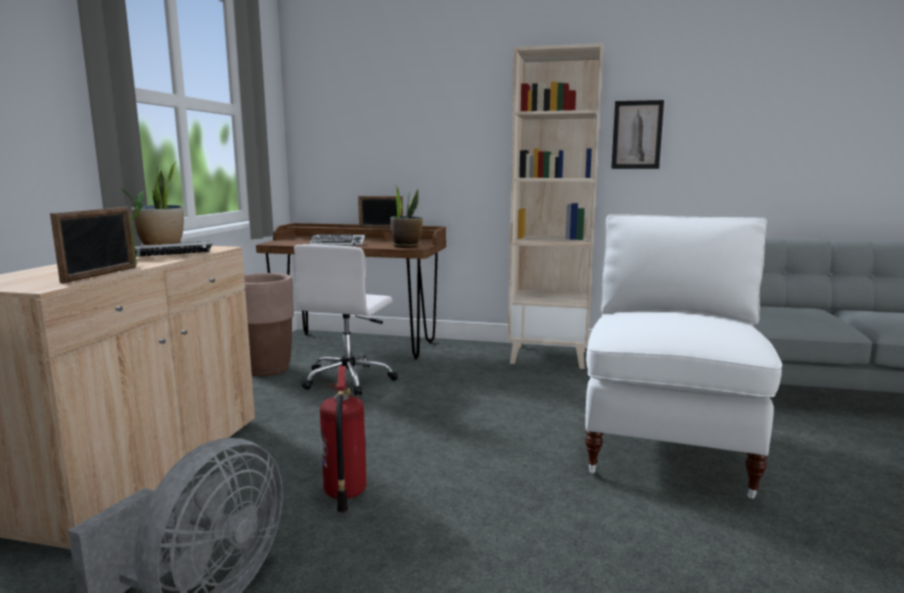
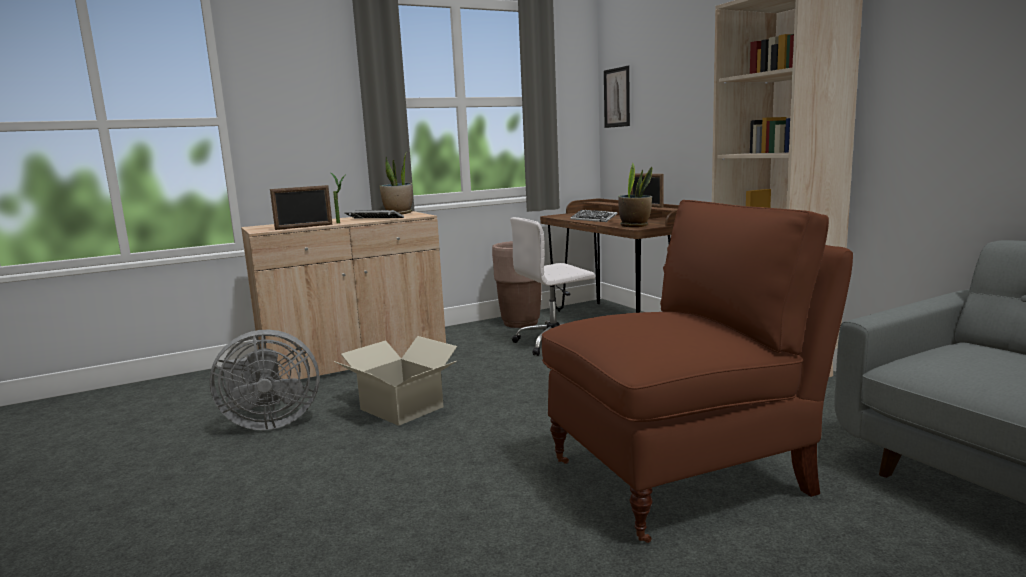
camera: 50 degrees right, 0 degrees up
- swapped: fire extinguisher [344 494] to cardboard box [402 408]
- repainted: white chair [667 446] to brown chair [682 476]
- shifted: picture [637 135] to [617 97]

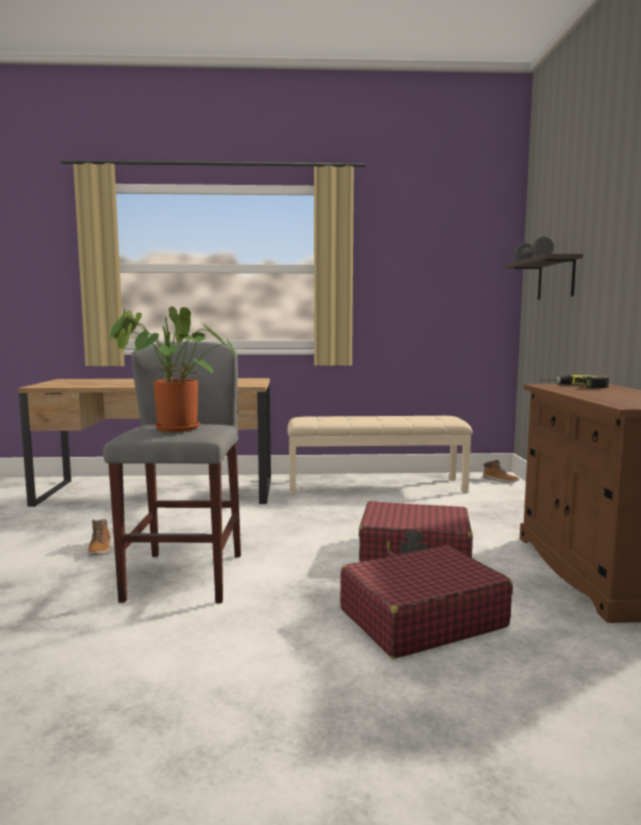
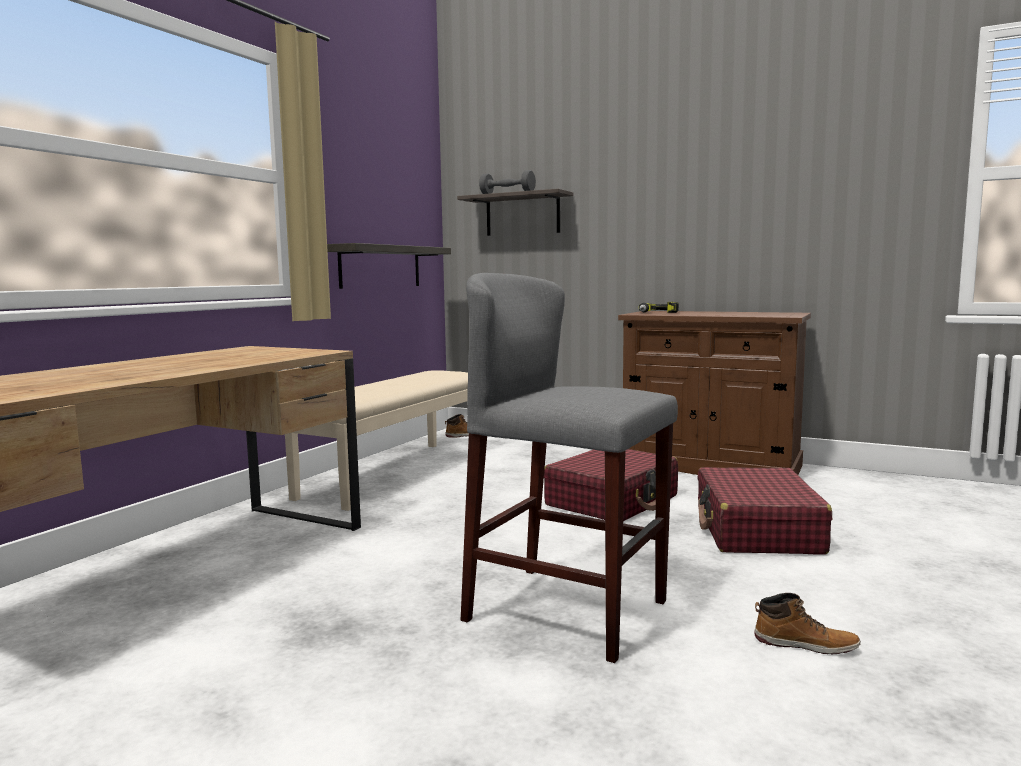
camera: 60 degrees left, 0 degrees up
- shifted: boot [100 549] to [805 644]
- gone: potted plant [172 429]
- new: shelf [380 266]

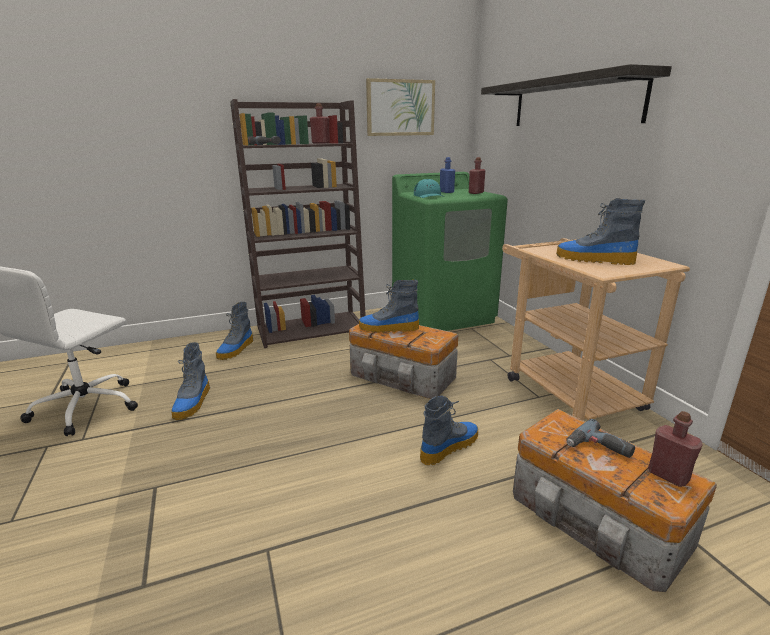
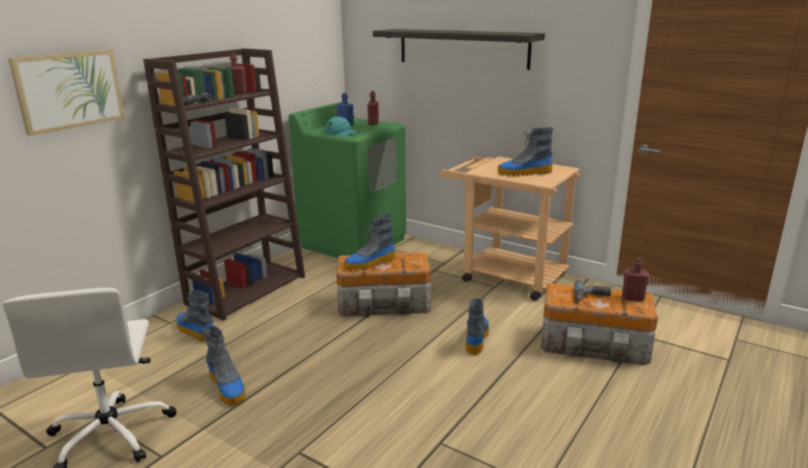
camera: 35 degrees left, 0 degrees up
- rotated: boot [236 349] = [194 331] 150 degrees clockwise
- shifted: picture [400 108] to [69 90]

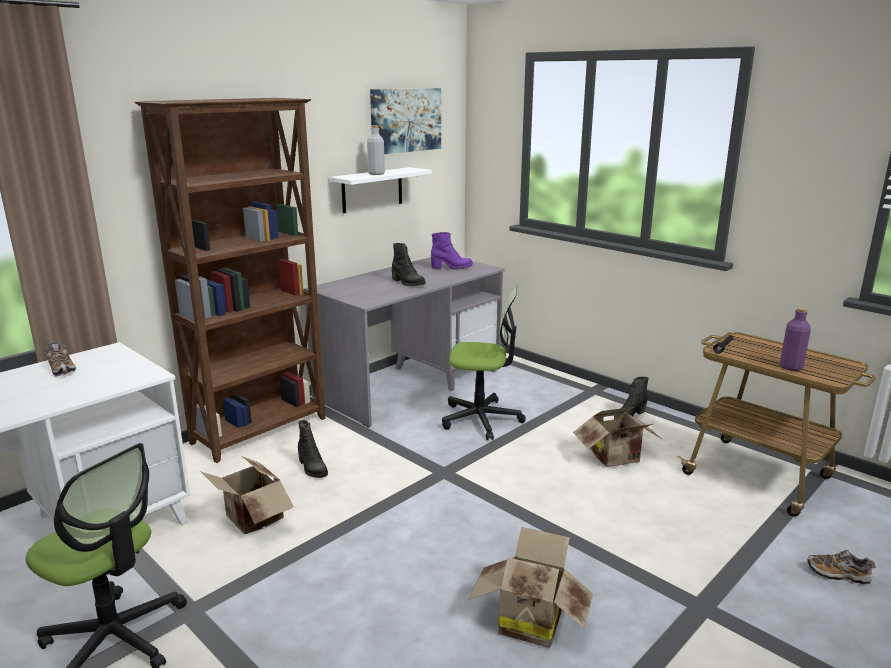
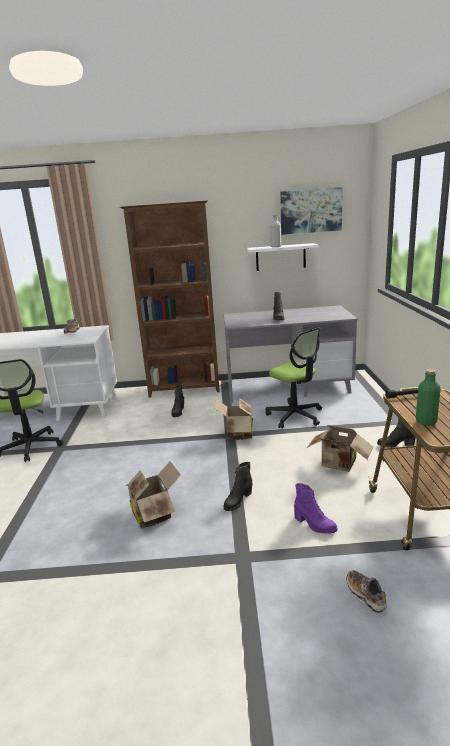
camera: 45 degrees right, 0 degrees up
- shifted: cardboard box [251 521] to [237 434]
- shifted: purple boot [451 268] to [314 525]
- repainted: purple bottle [791 367] to green bottle [426 422]
- new: black boot [238 501]

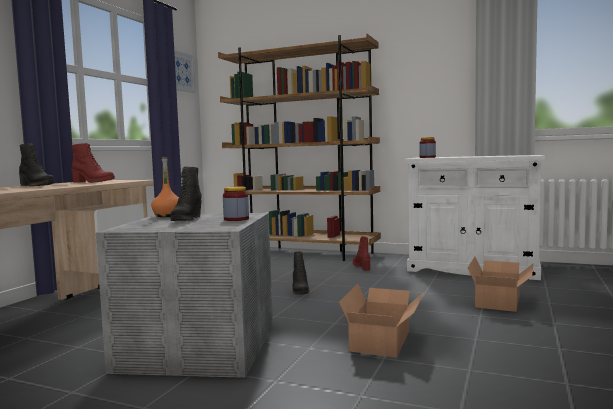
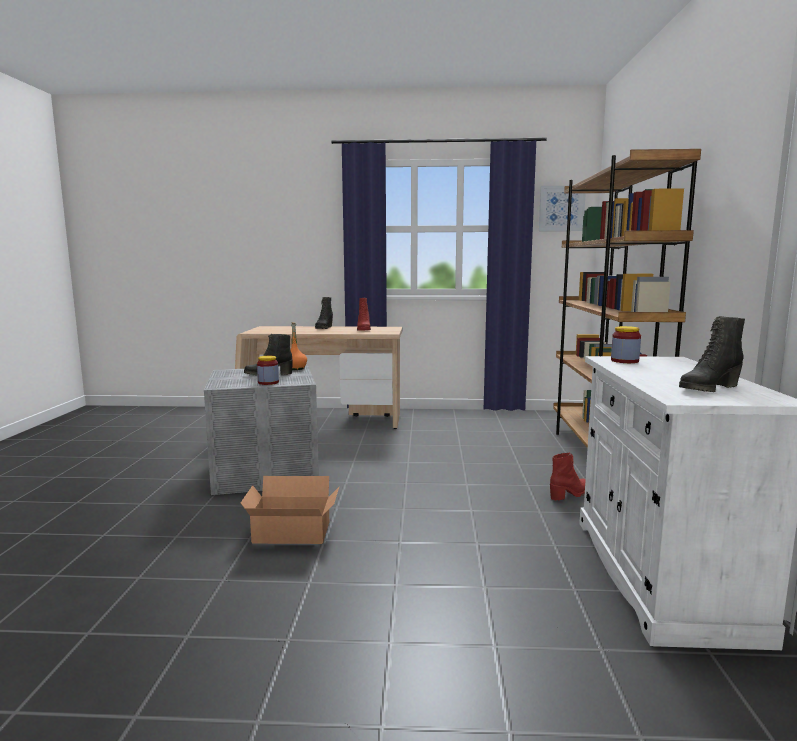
camera: 70 degrees right, 5 degrees up
- shifted: black boot [299 291] to [708 388]
- gone: cardboard box [500 301]

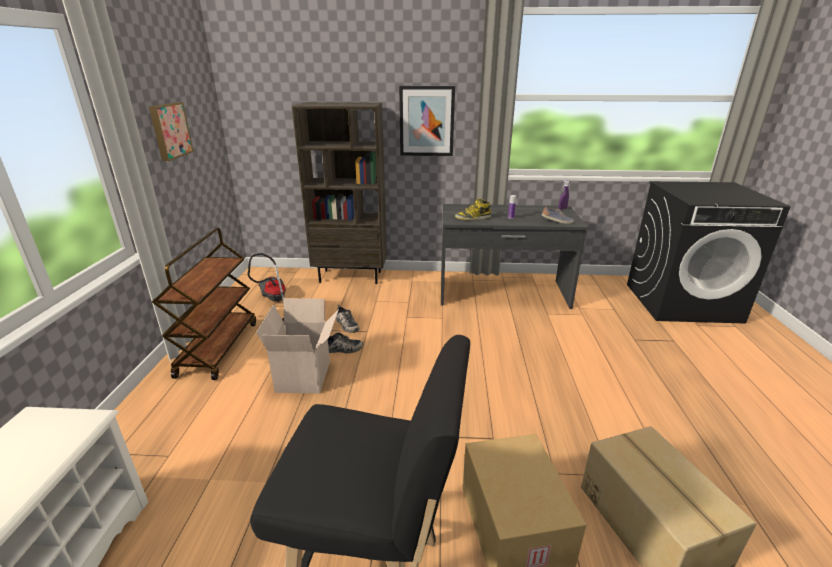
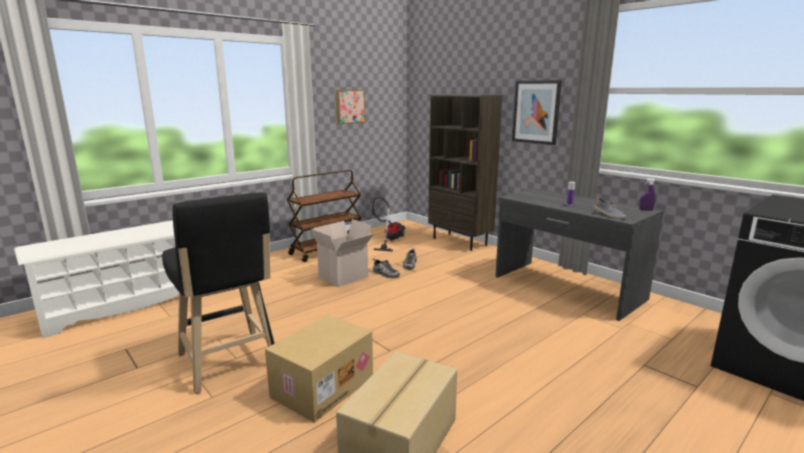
camera: 45 degrees right, 10 degrees down
- gone: boot [473 218]

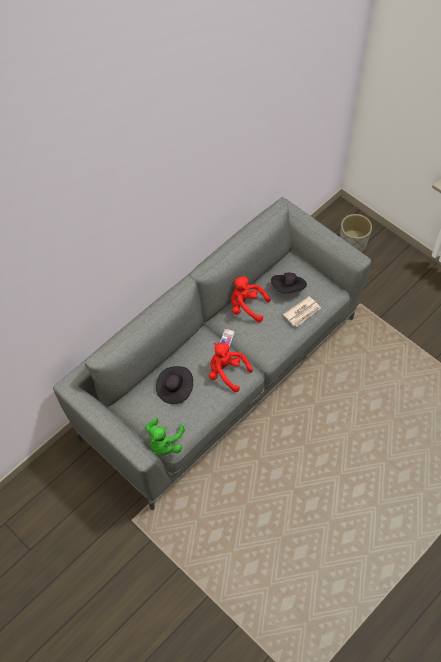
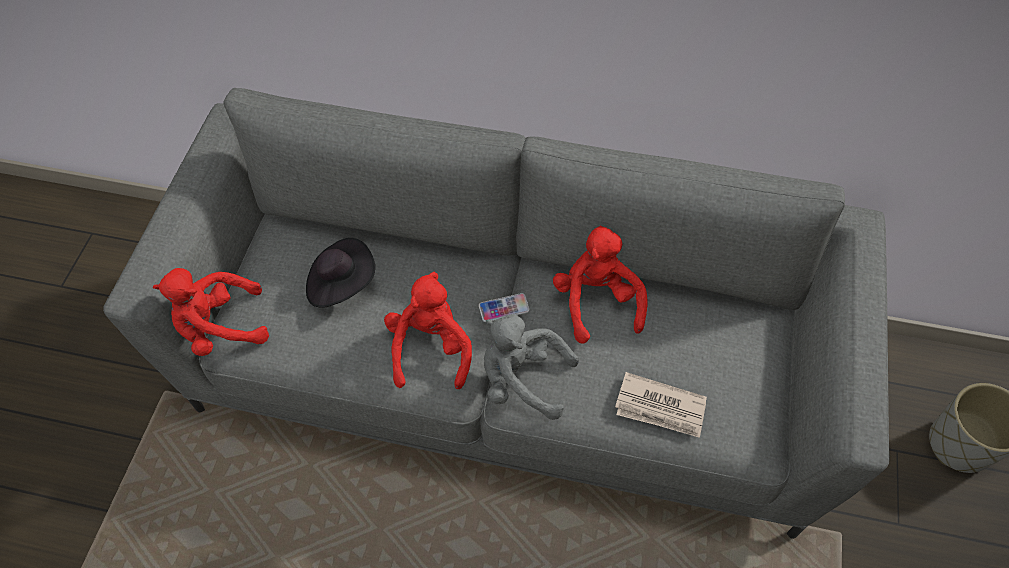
camera: 60 degrees right, 0 degrees up
- repainted: green plush toy [164 444] to red plush toy [220 327]
- gone: black hat [288 288]
- new: grey plush toy [522 379]

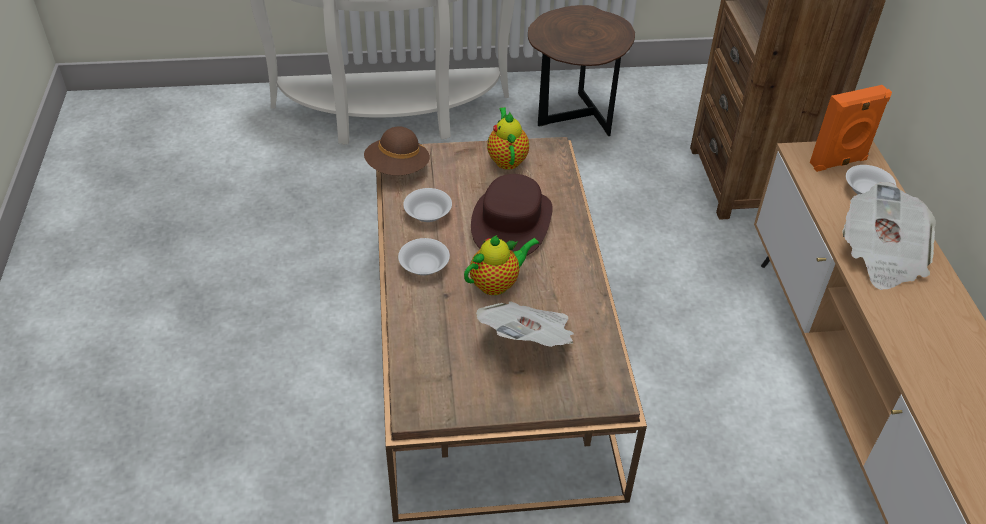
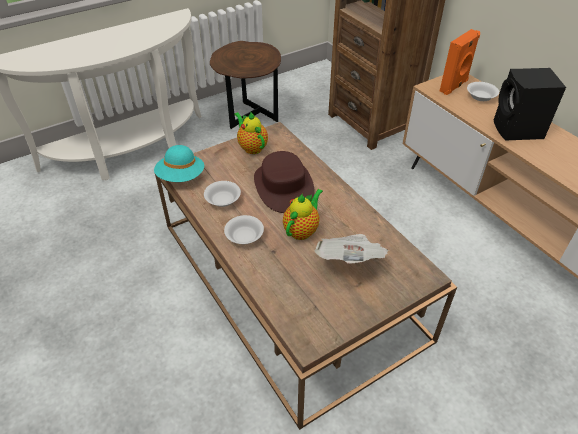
camera: 25 degrees left, 0 degrees up
- repainted: brown hat [397 168] to turquoise hat [181 177]
- swapped: newspaper [881 256] to black speaker [518 130]

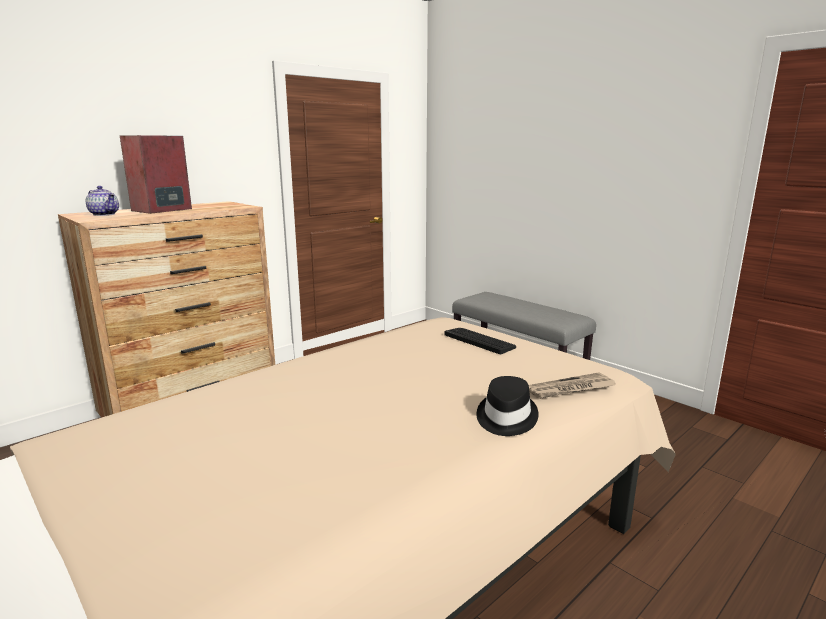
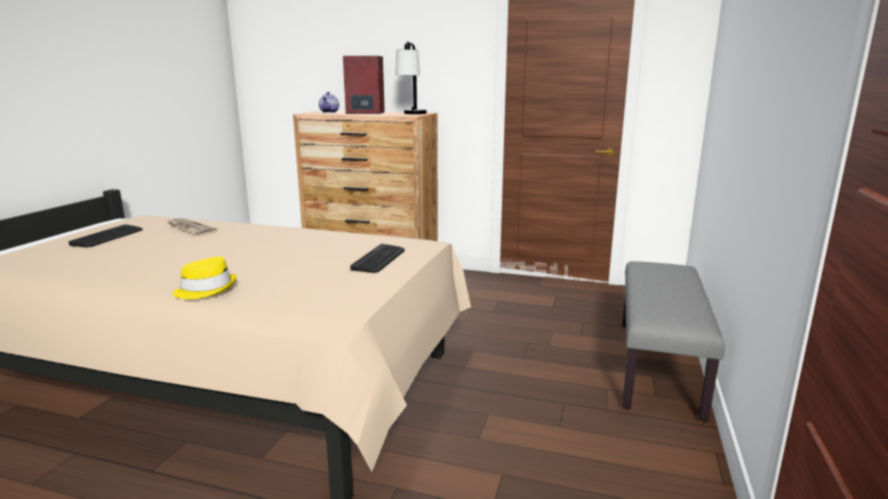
camera: 60 degrees right, 0 degrees up
- repainted: black hat [505 417] to yellow hat [206 289]
- shifted: newspaper [570 389] to [189 228]
- new: keyboard [108 237]
- new: table lamp [412 114]

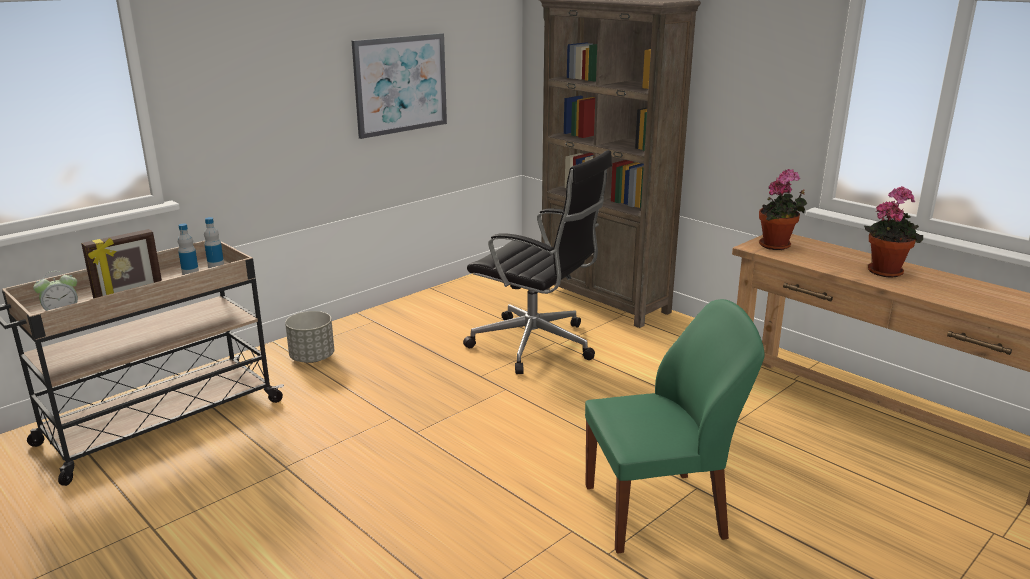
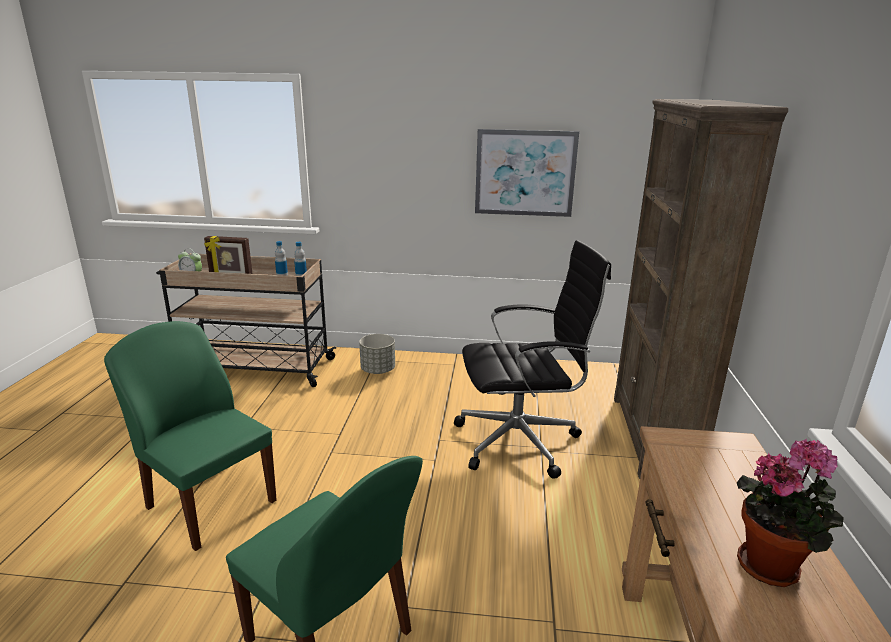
camera: 50 degrees right, 0 degrees up
- rotated: black office chair [536 345] = [521 441] 90 degrees counterclockwise
- gone: potted plant [777 246]
- new: green chair [210 502]

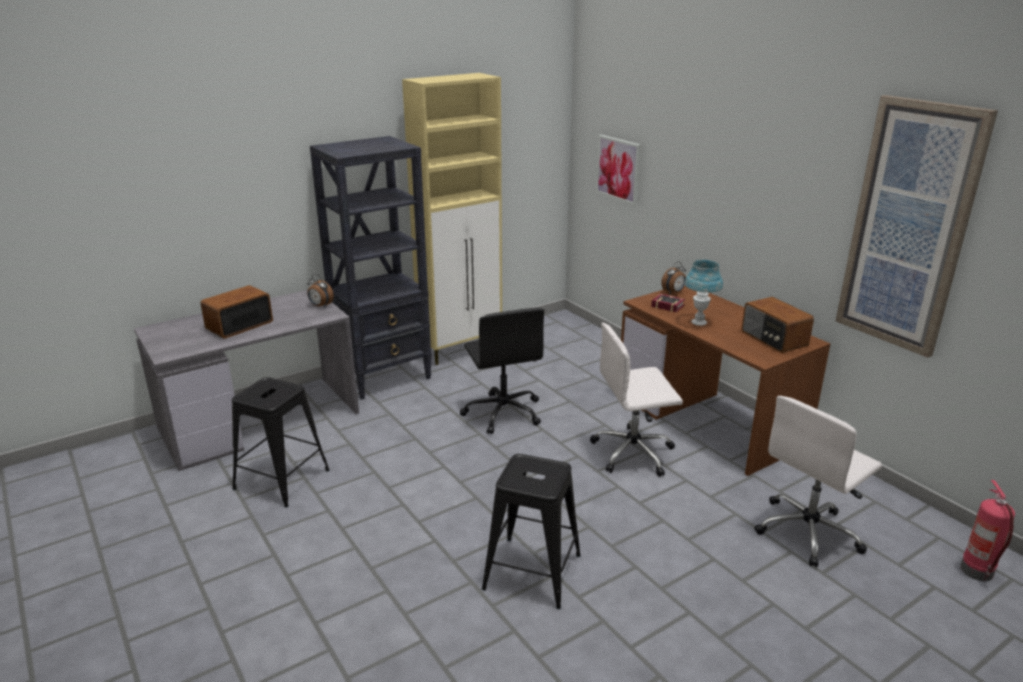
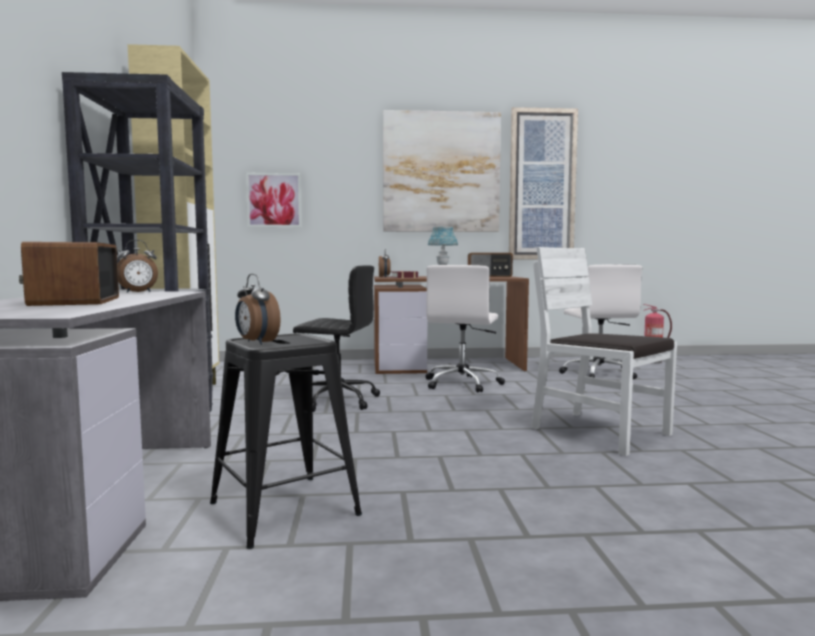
camera: 60 degrees left, 20 degrees down
- swapped: black stool [531 572] to white chair [600 432]
- new: alarm clock [256 342]
- new: picture [441 172]

